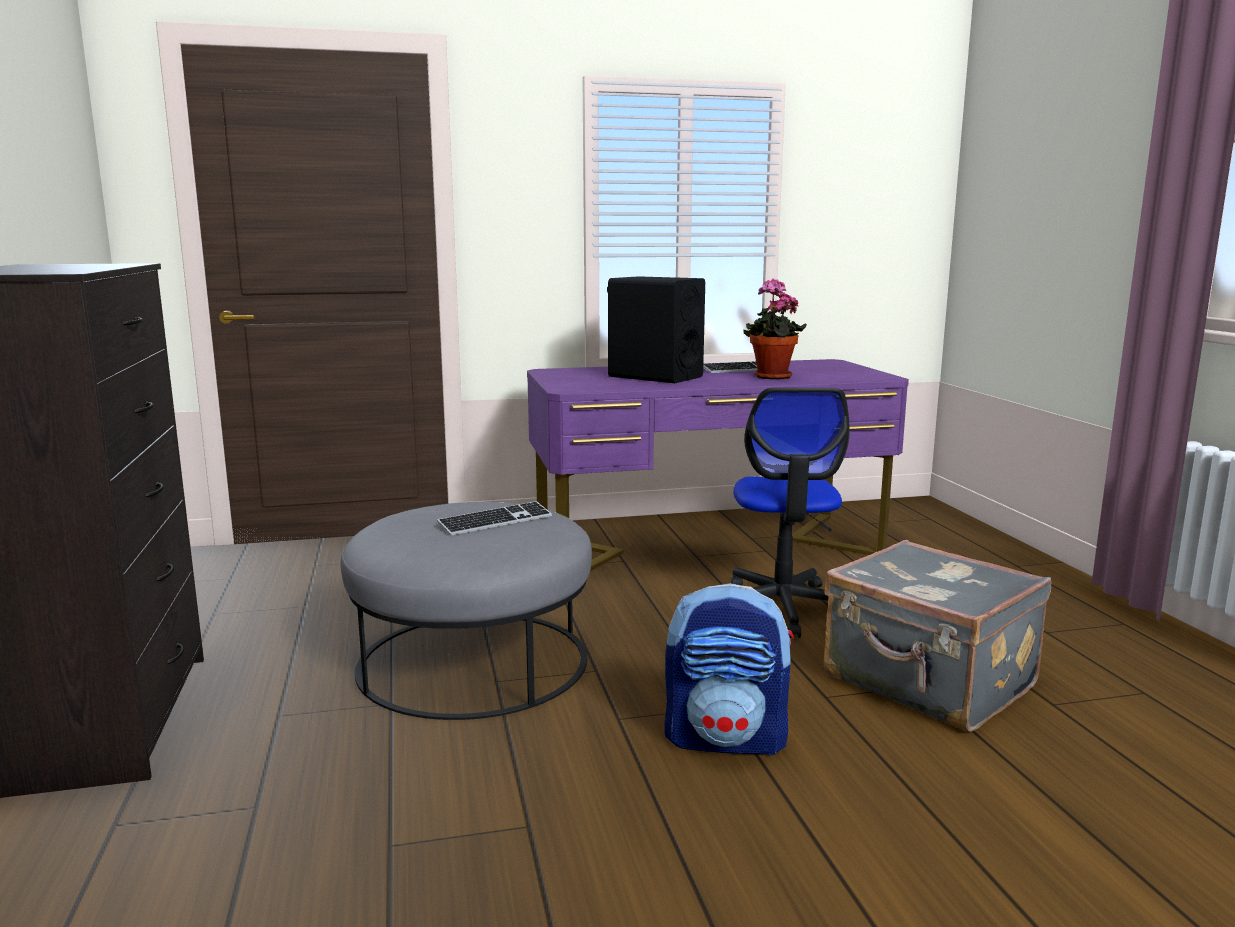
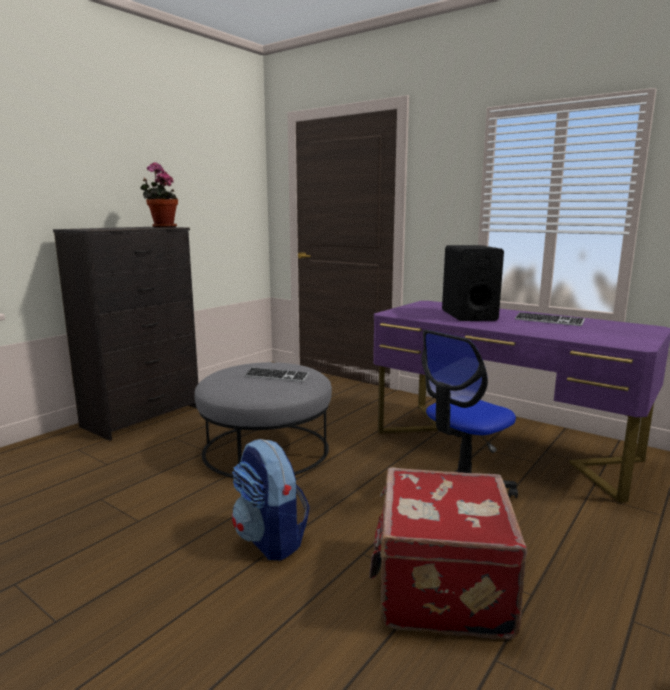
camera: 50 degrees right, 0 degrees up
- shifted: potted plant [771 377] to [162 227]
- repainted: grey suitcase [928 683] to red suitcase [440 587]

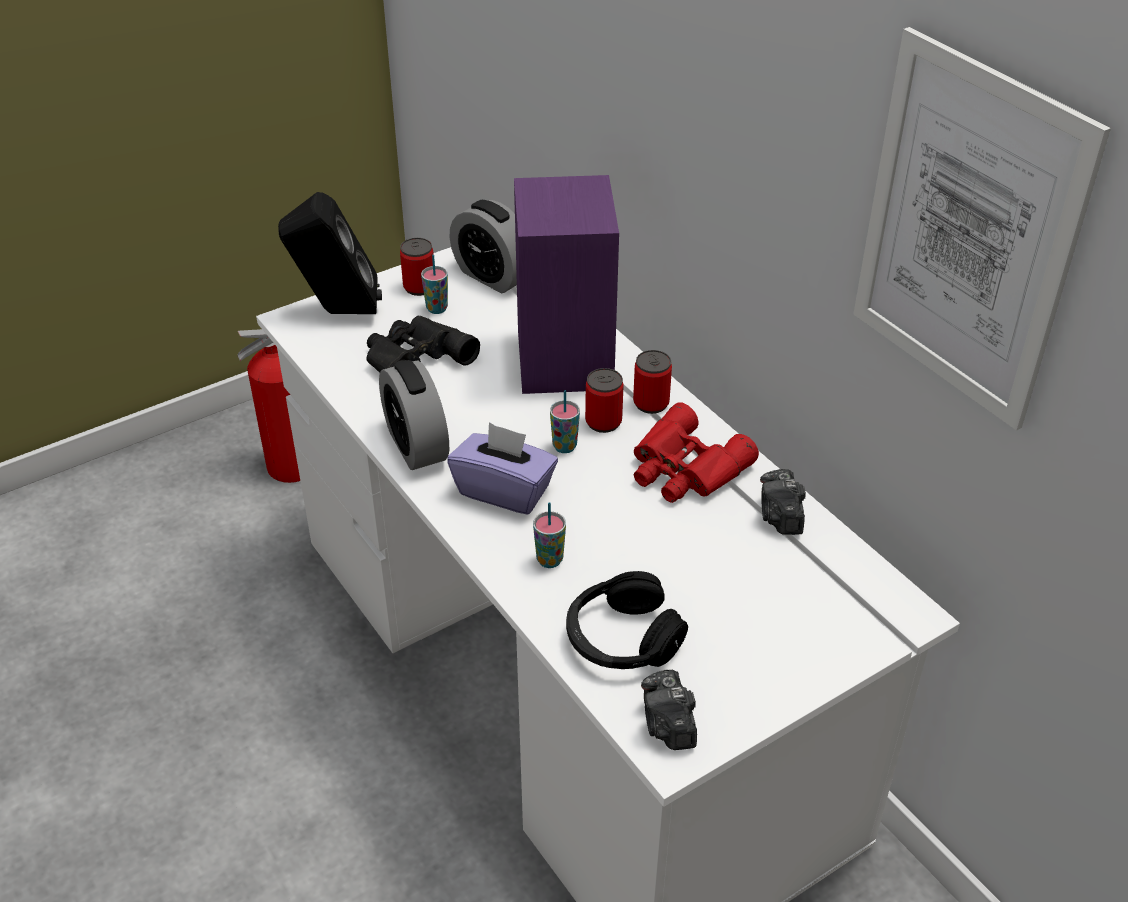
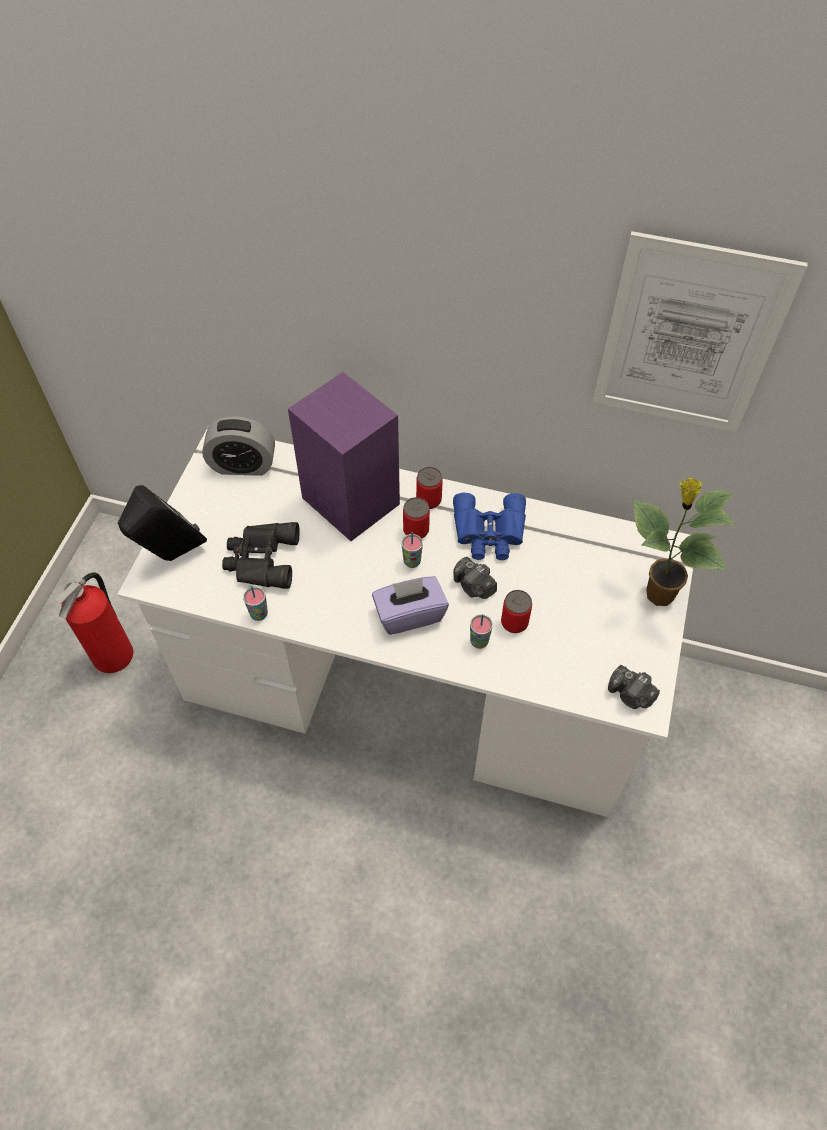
camera: 40 degrees left, 15 degrees up
- gone: alarm clock [416 445]
- shifted: can [419 287] to [514 622]
- shifted: cup [437 309] to [259 614]
- gone: black headphones [622 639]
- repainted: red binoculars [684 469] to blue binoculars [489 533]
- shifted: photo camera [780 516] to [474 586]
- new: potted plant [657 594]

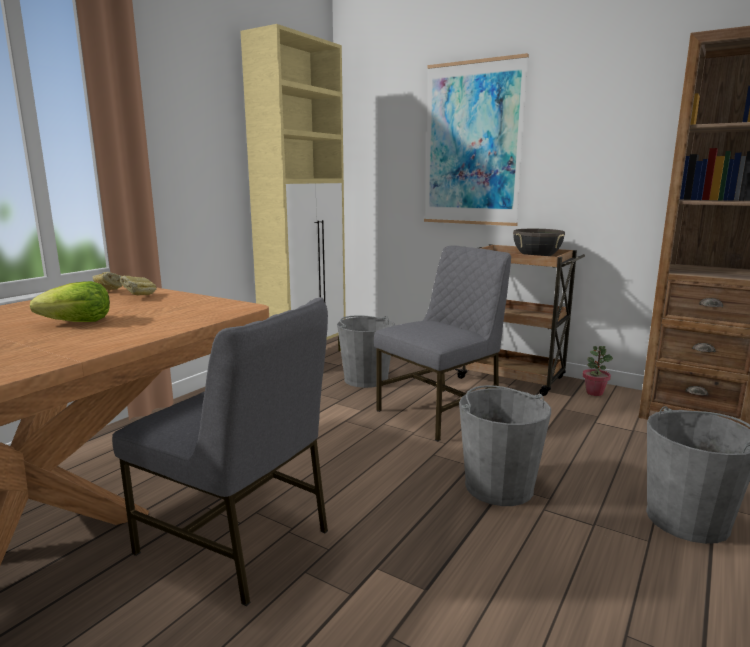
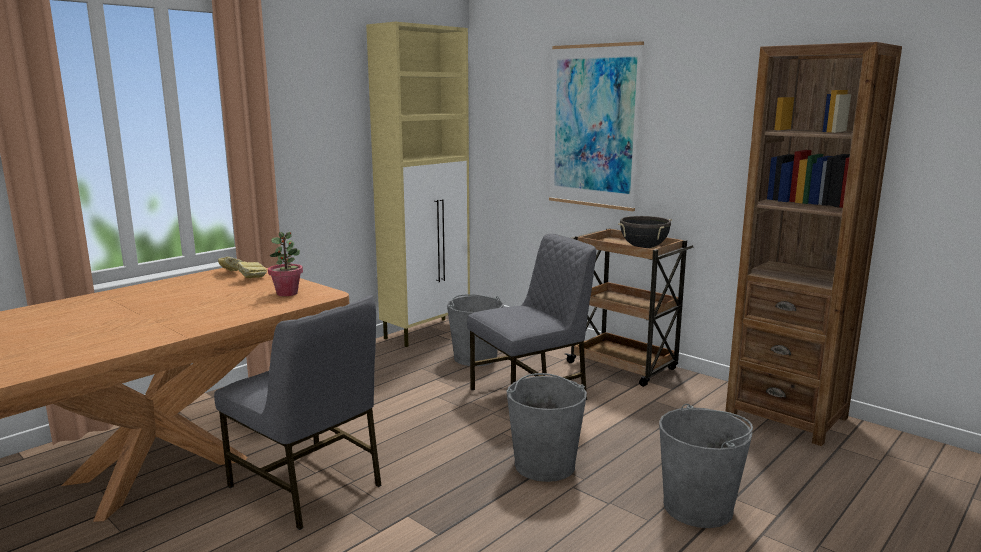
camera: 10 degrees right, 0 degrees up
- gone: lettuce [78 322]
- shifted: potted plant [594 393] to [287 293]

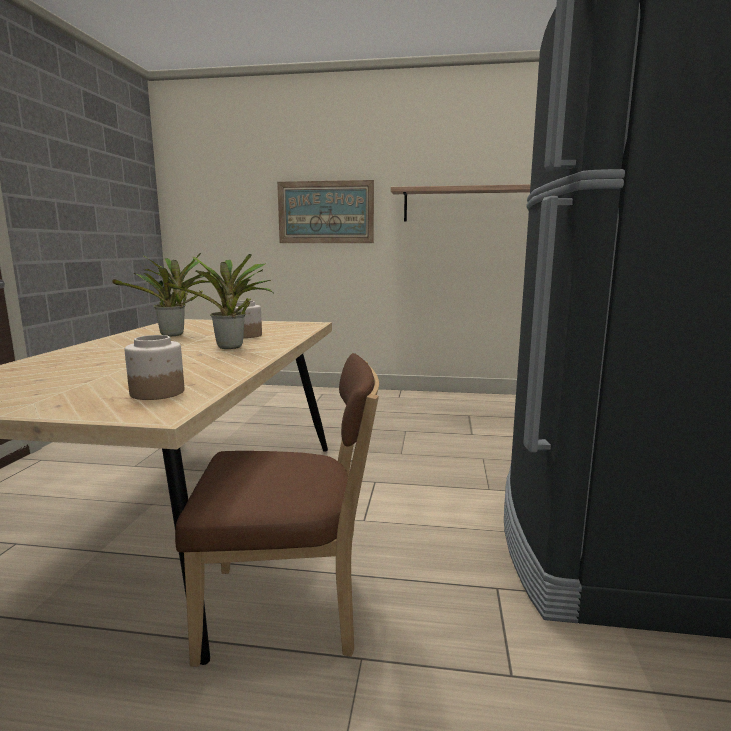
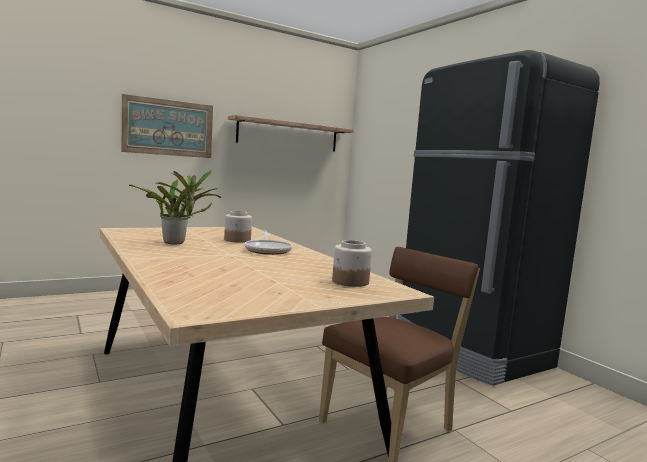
camera: 40 degrees left, 5 degrees down
- swapped: potted plant [231 348] to frying pan [268 250]

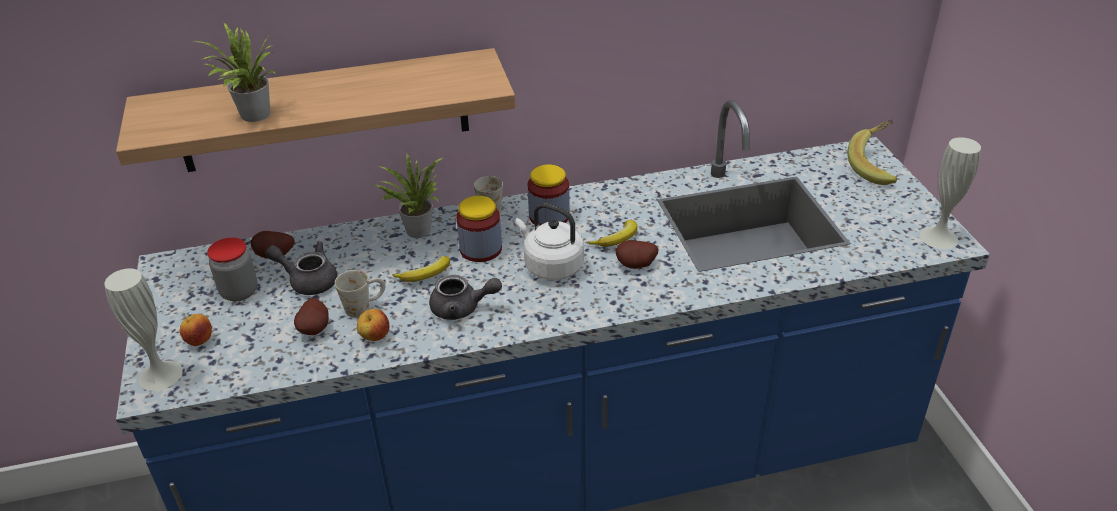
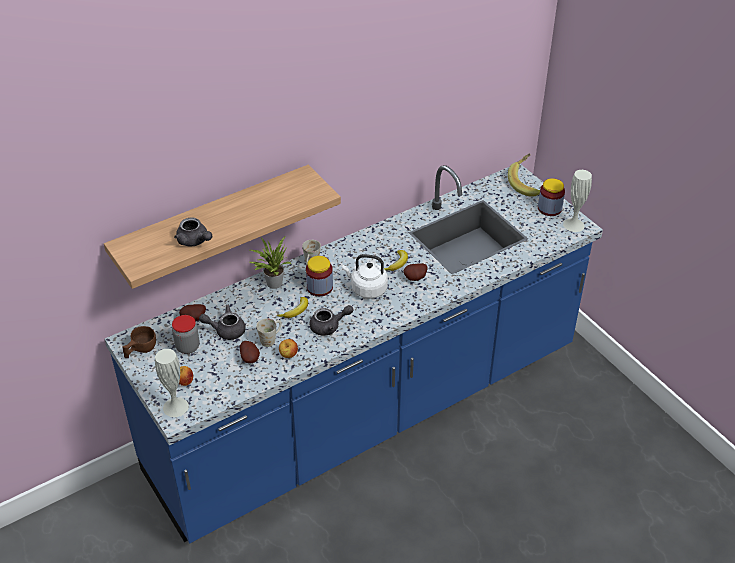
camera: 20 degrees left, 5 degrees up
- swapped: potted plant [251 115] to grey teapot [195 241]
- shifted: jar [549 216] to [549 208]
- new: brown cup [140 350]

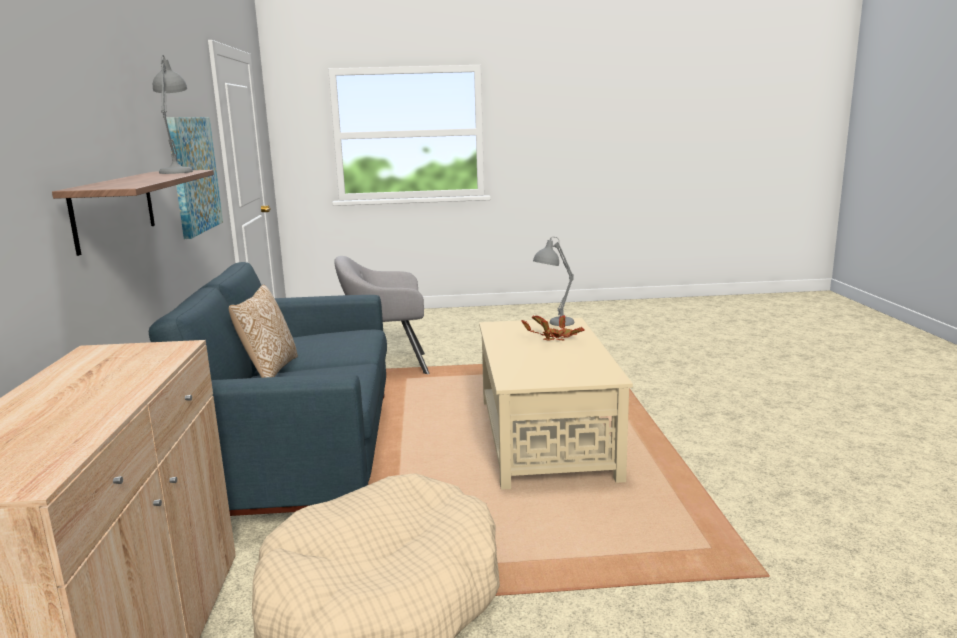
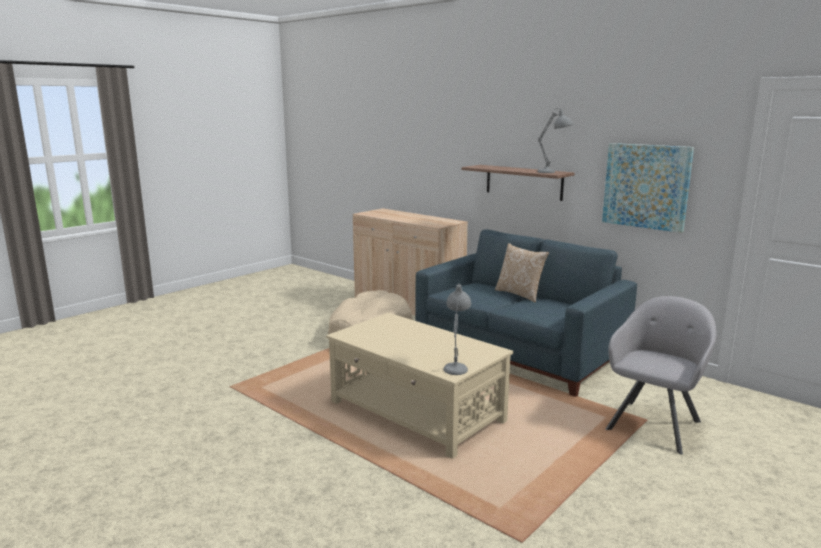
camera: 135 degrees right, 0 degrees up
- gone: potted plant [554 338]

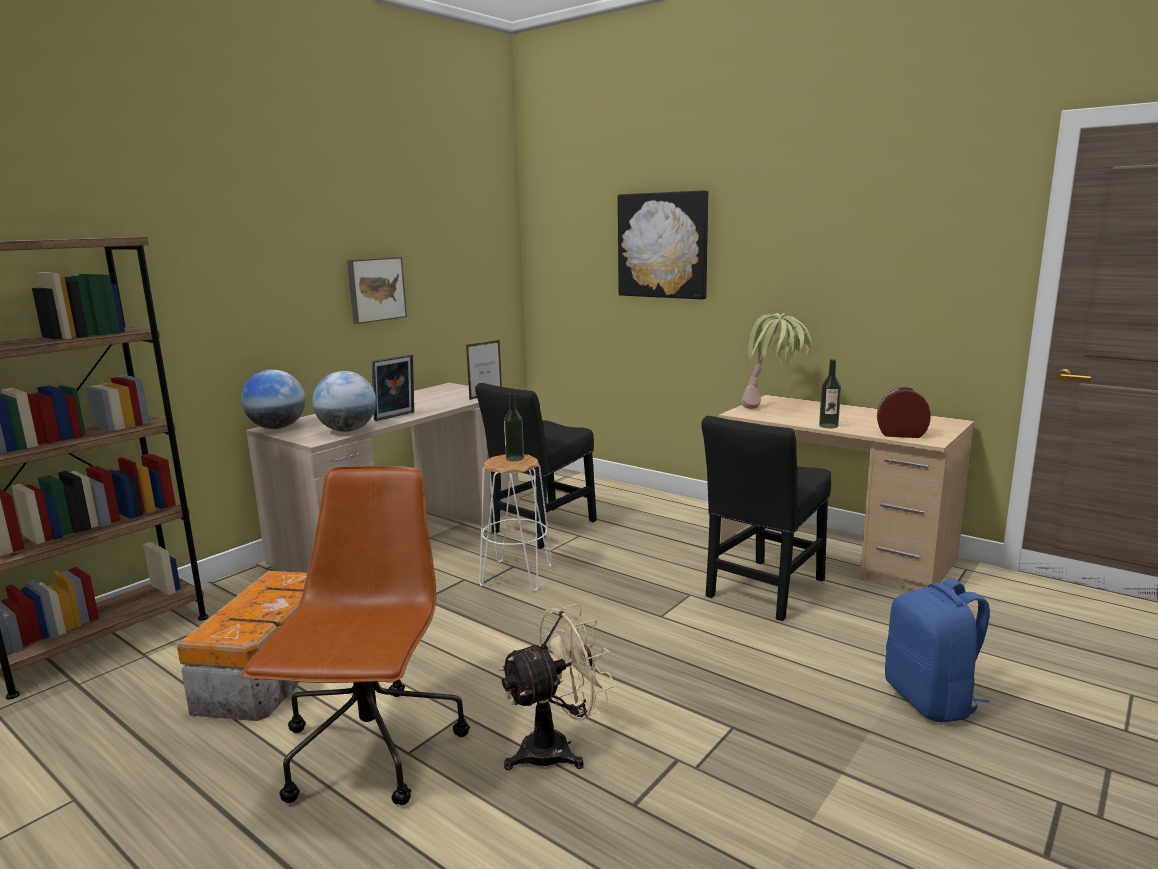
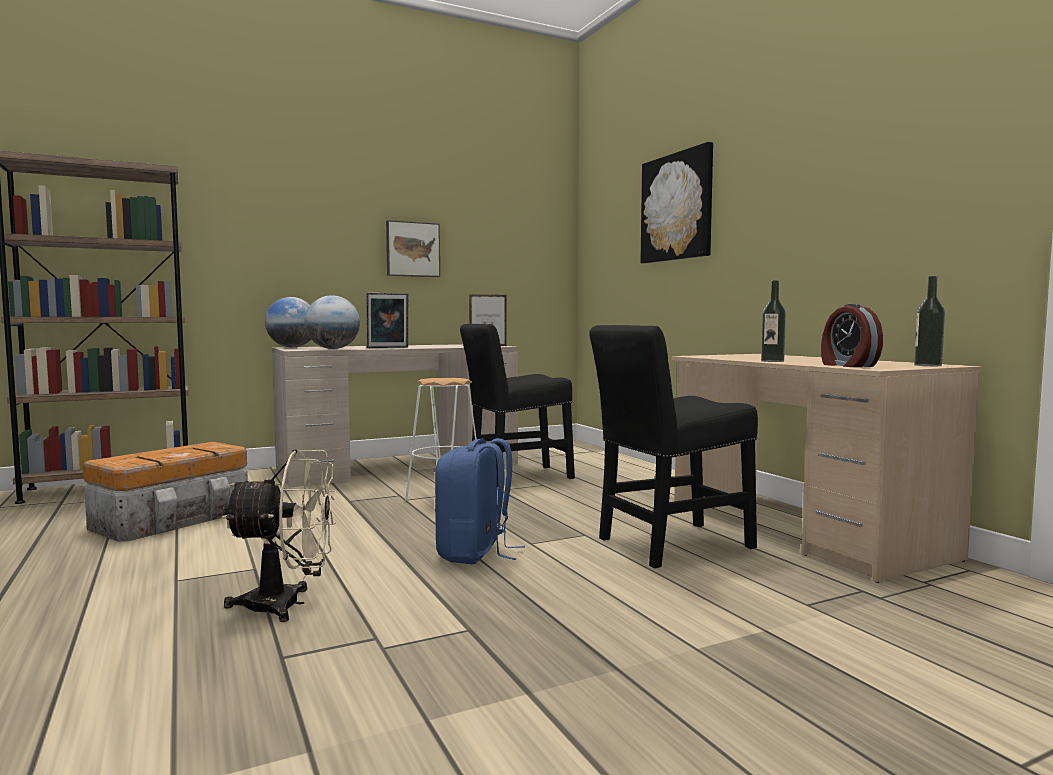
camera: 25 degrees right, 10 degrees down
- gone: brown office chair [371 751]
- shifted: bottle [515 458] to [927 365]
- gone: potted plant [773 408]
- rotated: alarm clock [901 434] = [847 365] 150 degrees counterclockwise
- shifted: blue backpack [931 700] to [475 553]

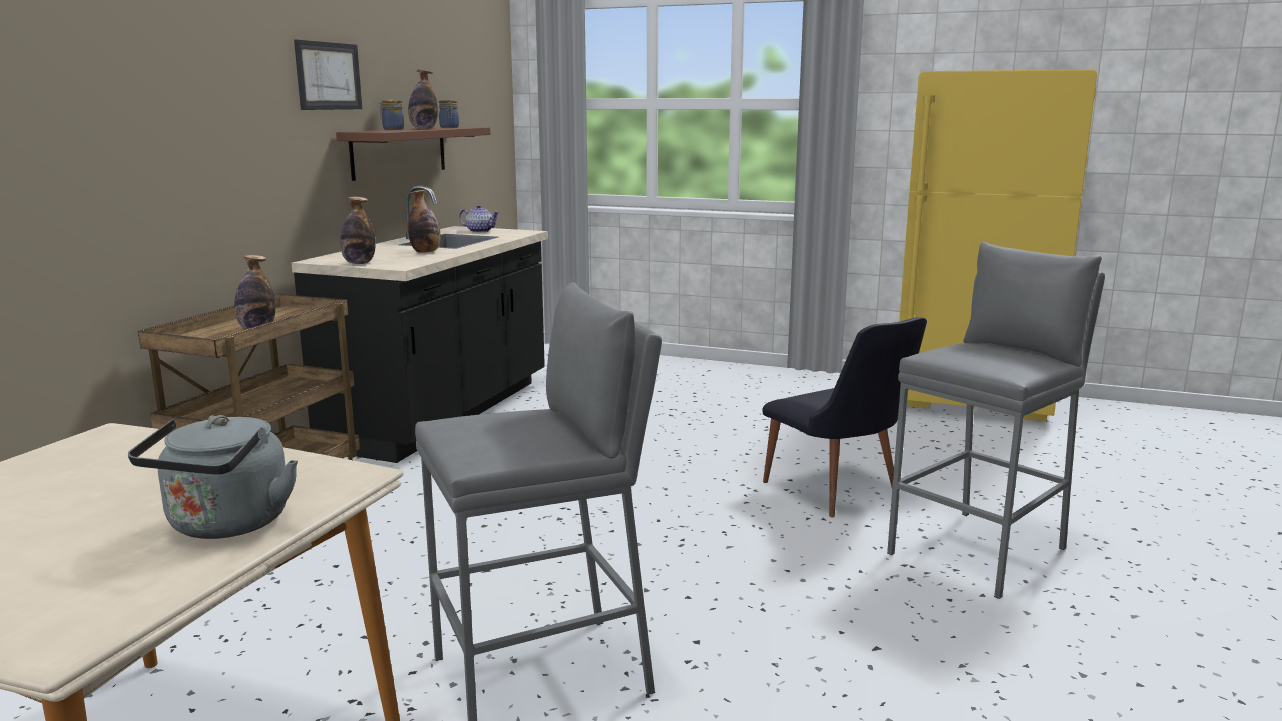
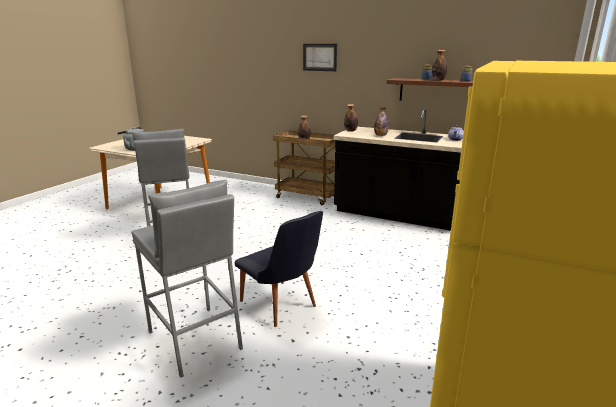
camera: 95 degrees right, 5 degrees up
- shifted: picture [328 76] to [320 57]
- rotated: black chair [838 494] = [282 307] 105 degrees counterclockwise

